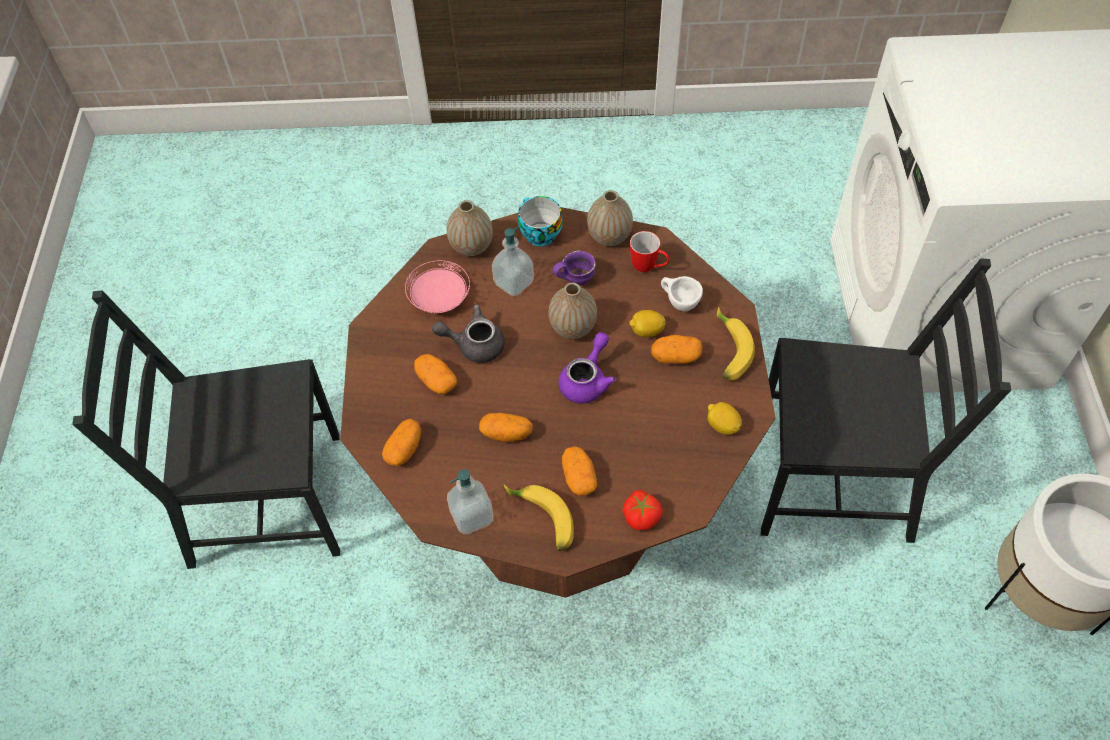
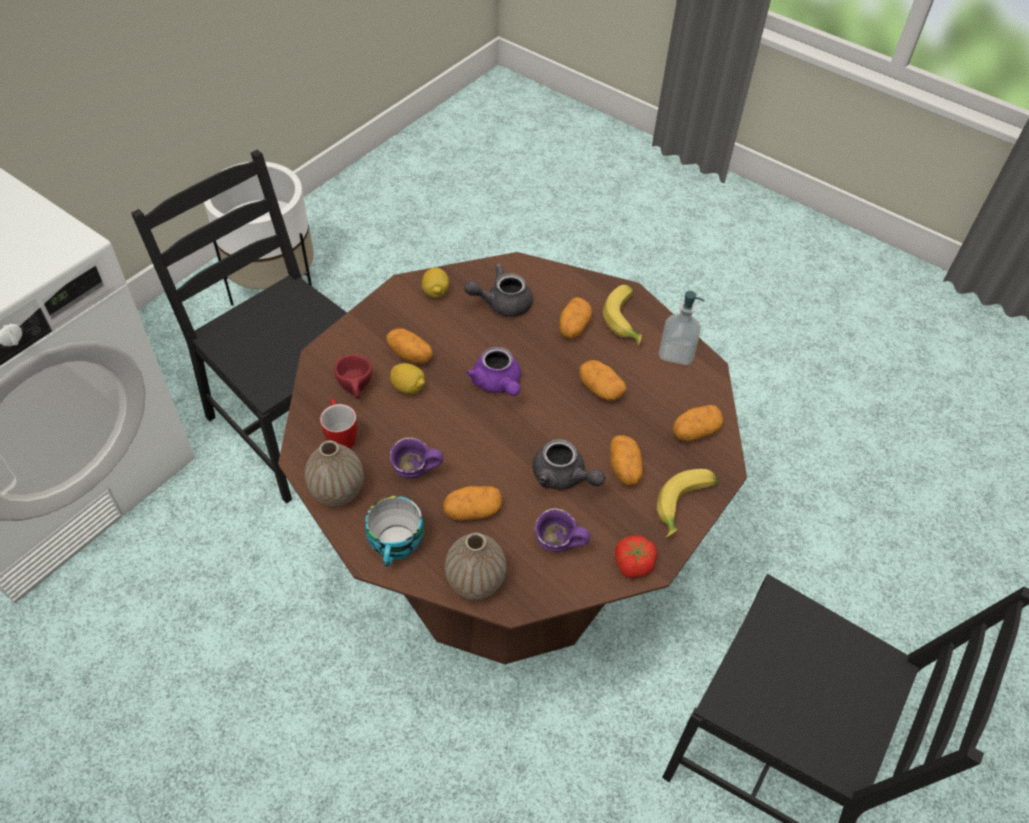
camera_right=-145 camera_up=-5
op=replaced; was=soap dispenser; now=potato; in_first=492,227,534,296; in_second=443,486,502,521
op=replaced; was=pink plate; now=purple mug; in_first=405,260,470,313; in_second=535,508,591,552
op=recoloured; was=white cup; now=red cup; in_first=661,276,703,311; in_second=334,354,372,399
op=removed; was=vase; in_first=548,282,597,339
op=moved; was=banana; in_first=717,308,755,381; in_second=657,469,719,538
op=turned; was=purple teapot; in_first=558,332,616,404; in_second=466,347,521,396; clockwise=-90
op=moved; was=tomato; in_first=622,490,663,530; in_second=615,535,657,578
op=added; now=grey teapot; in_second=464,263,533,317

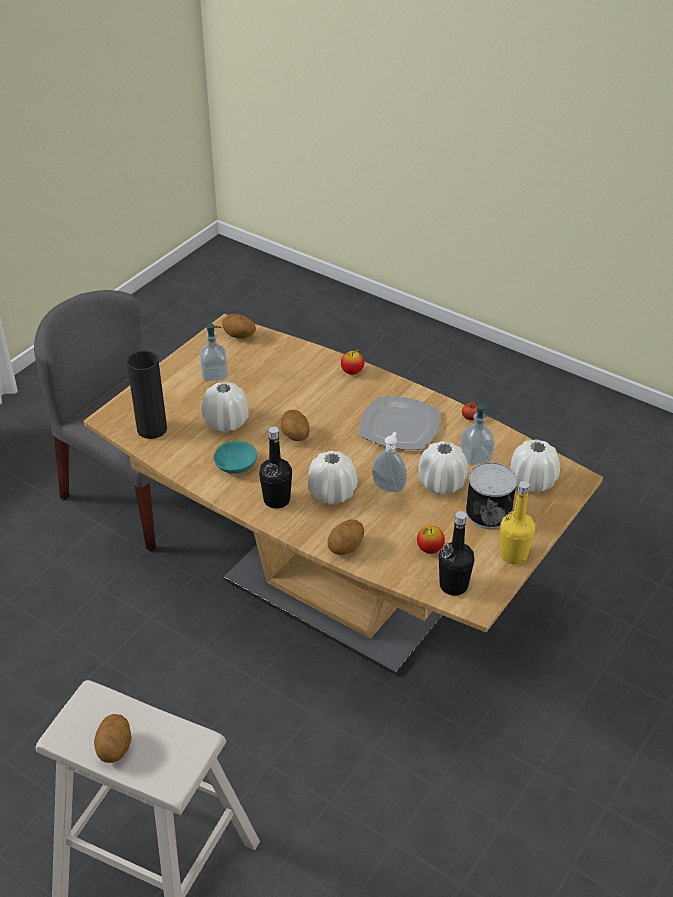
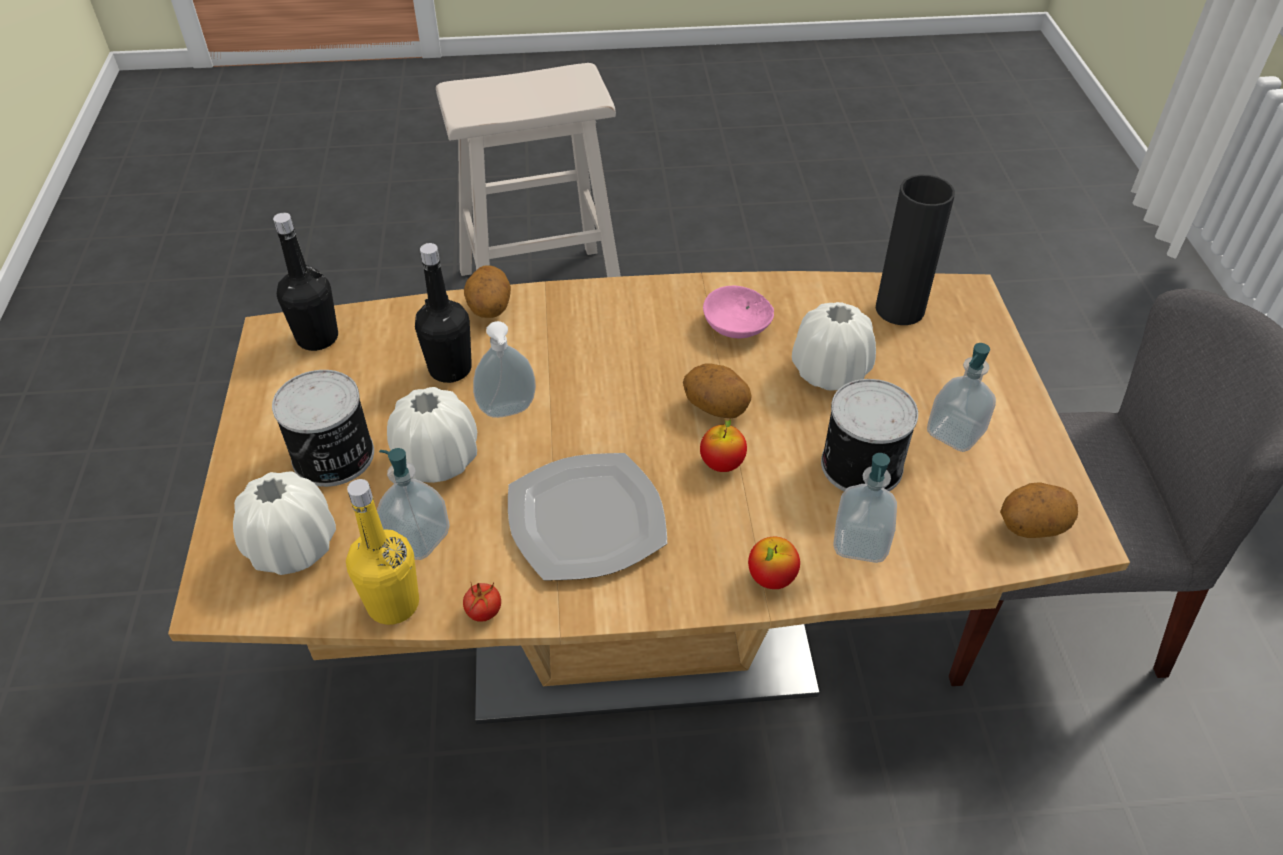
camera_right=140 camera_up=5
op=moved; was=black bottle; in_first=259,427,292,509; in_second=415,243,472,383
op=recoloured; was=turquoise bowl; now=pink bowl; in_first=214,441,257,474; in_second=703,286,774,338
op=removed; was=white vase; in_first=308,451,357,504
op=moved; was=yellow bottle; in_first=500,481,535,565; in_second=346,479,419,625
op=moved; was=apple; in_first=417,525,445,554; in_second=700,419,747,472
op=removed; was=potato; in_first=94,714,132,763
op=added; now=can; in_second=821,379,918,491
op=added; now=soap dispenser; in_second=833,453,897,563

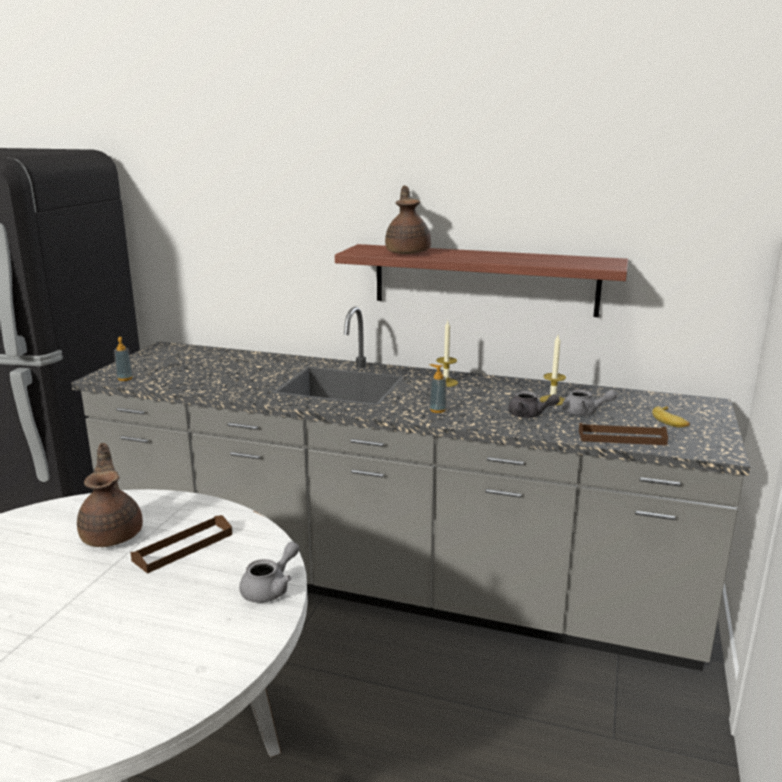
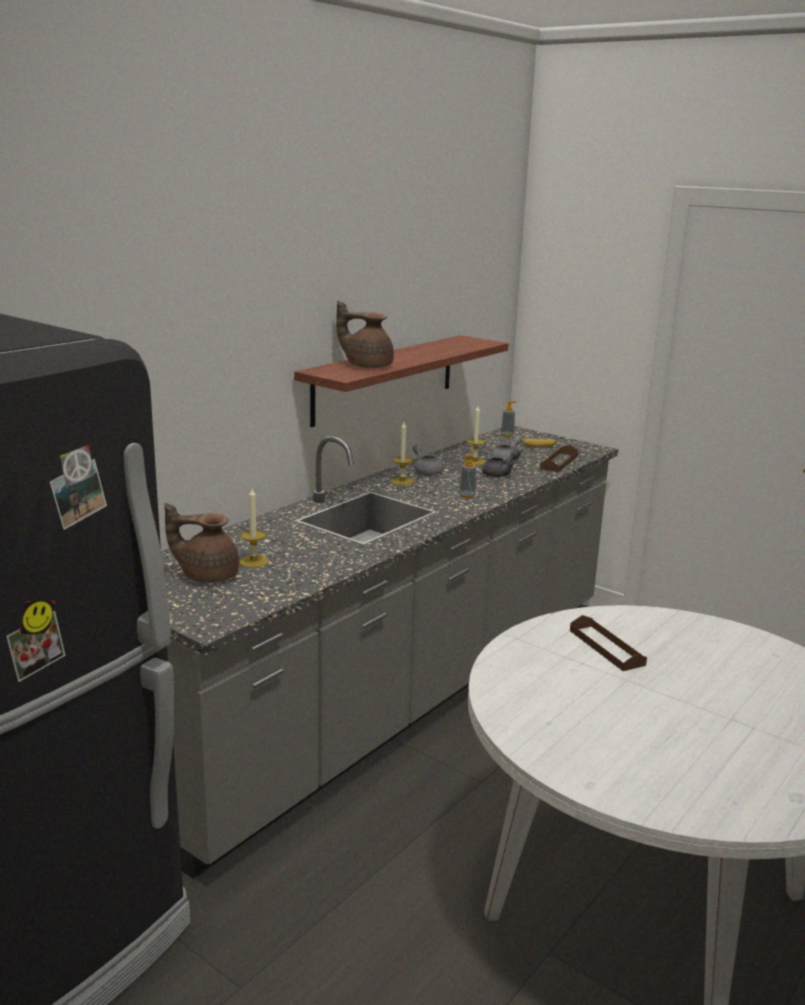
camera_right=-70 camera_up=0
op=moved; was=soap dispenser; in_first=114,337,133,381; in_second=501,401,517,437
op=moved; was=brown teapot; in_first=77,443,143,547; in_second=164,503,239,583
op=moved; was=grey teapot; in_first=239,542,300,603; in_second=413,444,445,475
op=added; now=candle; in_second=239,489,269,568

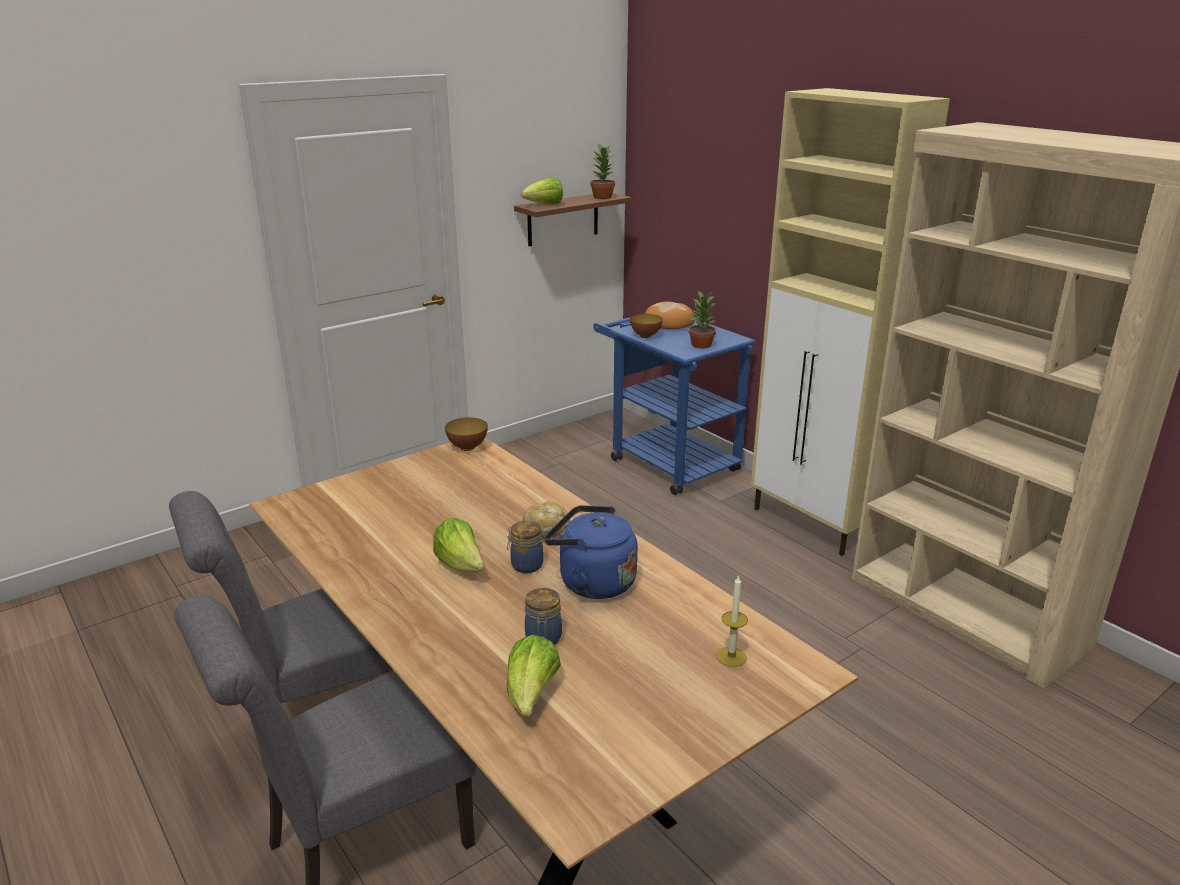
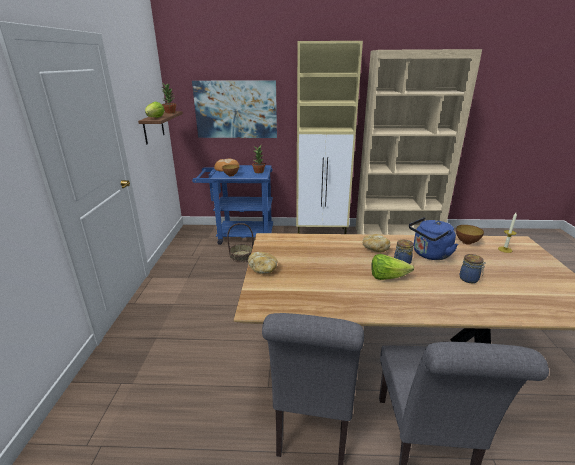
camera_right=-50 camera_up=0
op=moved; was=bowl; in_first=445,417,488,451; in_second=456,225,484,245
op=removed; was=lettuce; in_first=507,635,561,717
op=added; now=picture; in_second=192,80,277,138
op=added; now=basket; in_second=227,223,253,262
op=added; now=bread; in_second=248,252,277,274

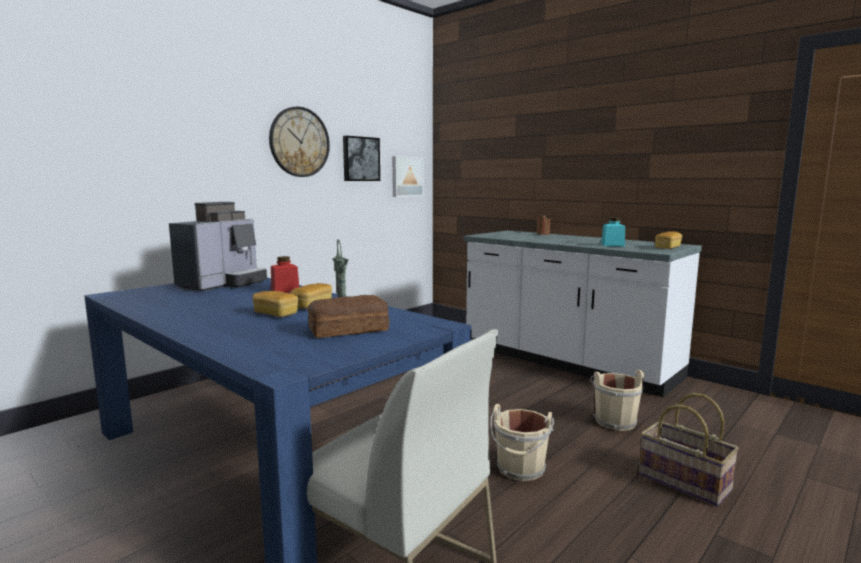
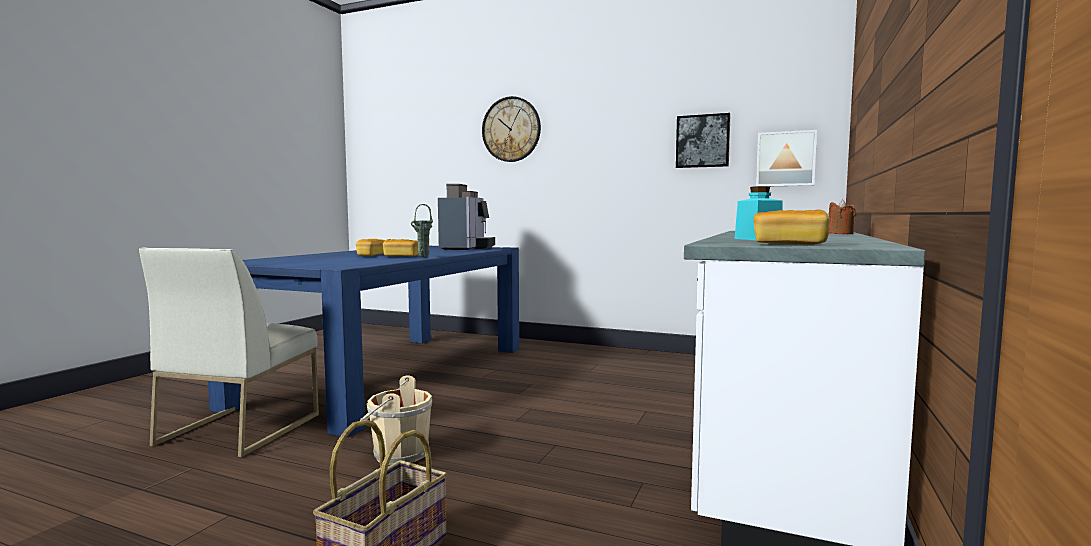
camera_right=70 camera_up=-5
op=moved; was=wall clock; in_first=269,107,330,177; in_second=482,96,541,162
op=turned; was=coffee machine; in_first=169,202,267,291; in_second=438,184,495,250; clockwise=-90
op=removed; was=red jar; in_first=271,256,299,293
op=removed; was=bread; in_first=307,295,389,338
op=removed; was=beige bucket; in_first=590,370,644,431

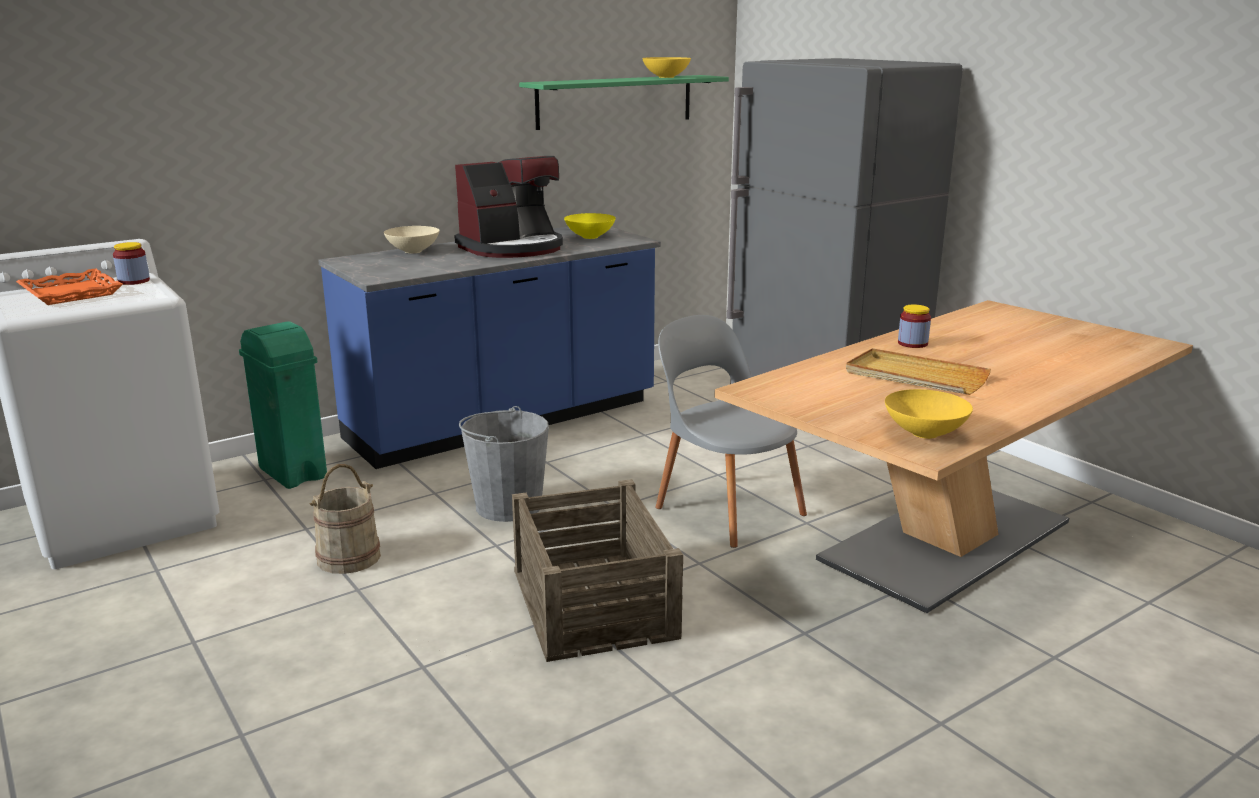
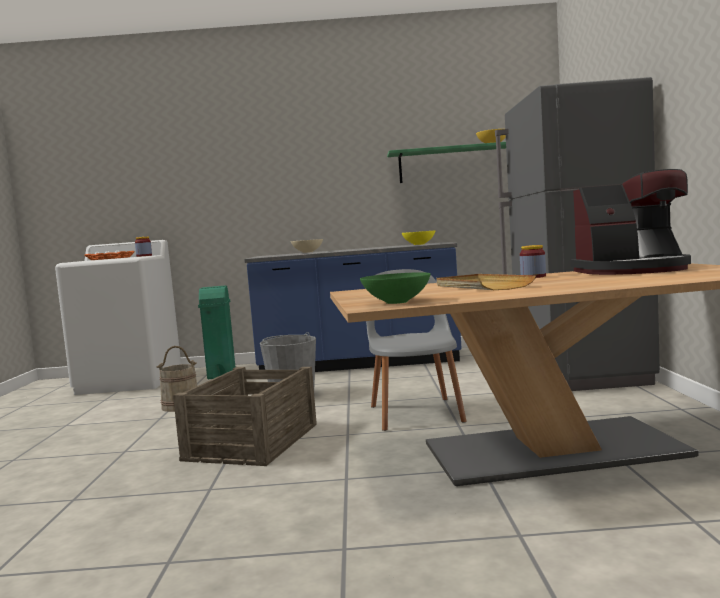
camera_right=35 camera_up=-15
op=moved; was=coffee machine; in_first=454,156,563,258; in_second=570,169,691,275
op=recoloured; was=yellow bowl; now=green bowl; in_first=885,389,973,439; in_second=360,272,431,304

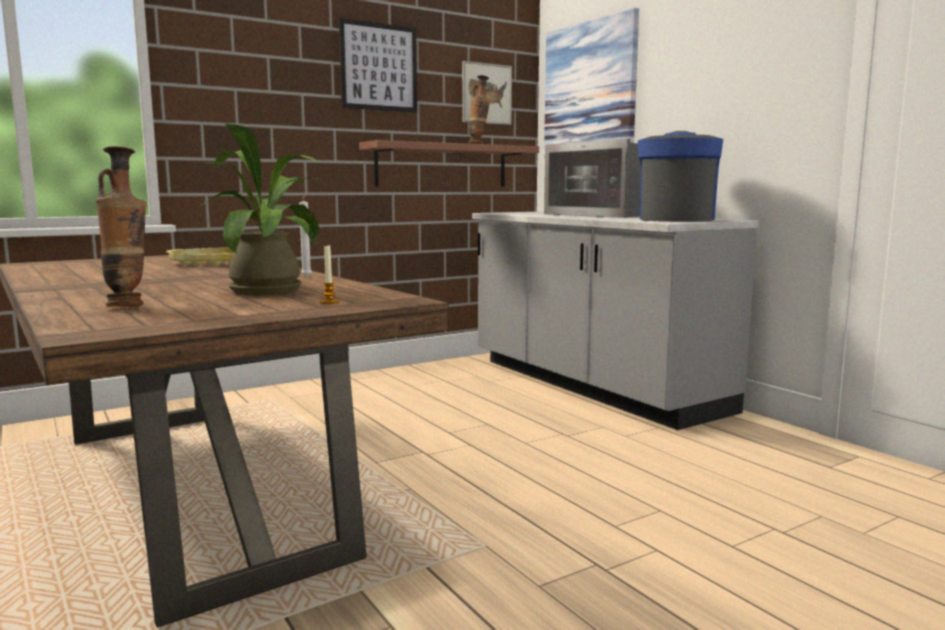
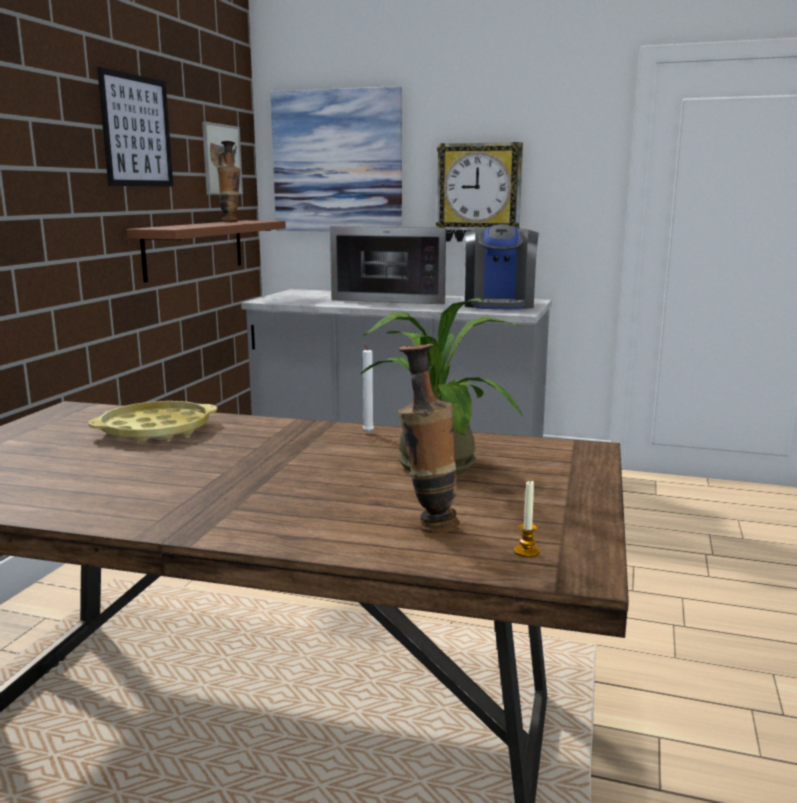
camera_right=-40 camera_up=5
op=turned; was=coffee machine; in_first=638,131,723,222; in_second=465,224,539,310; clockwise=-150
op=moved; was=candle; in_first=319,244,339,304; in_second=514,481,540,557
op=added; now=wall clock; in_second=436,142,523,242

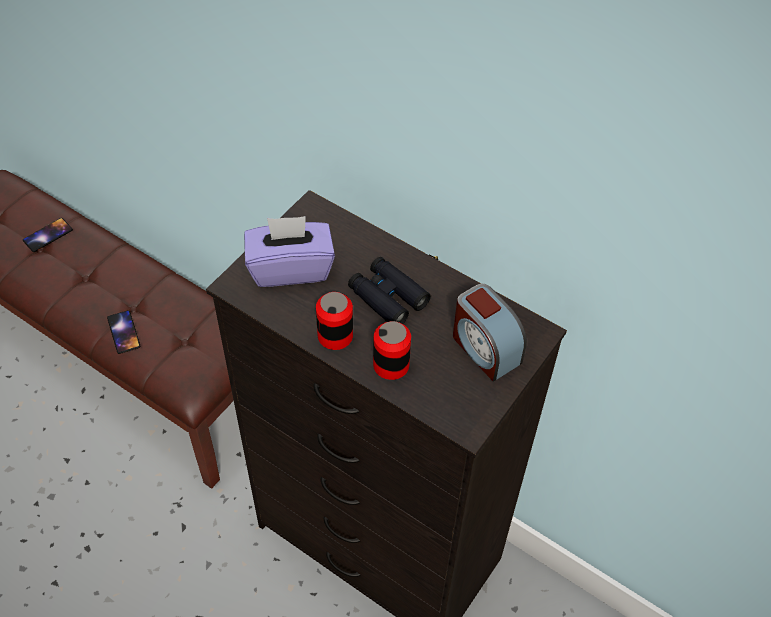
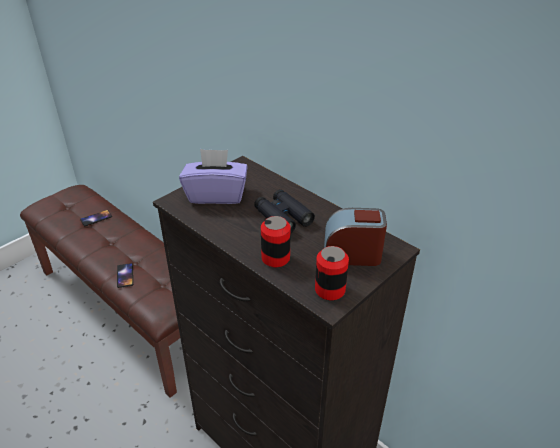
camera_right=10 camera_up=-15
op=turned; was=alarm clock; in_first=453,284,527,382; in_second=324,208,387,266; clockwise=120
op=moved; was=can; in_first=316,292,353,350; in_second=315,246,349,300

